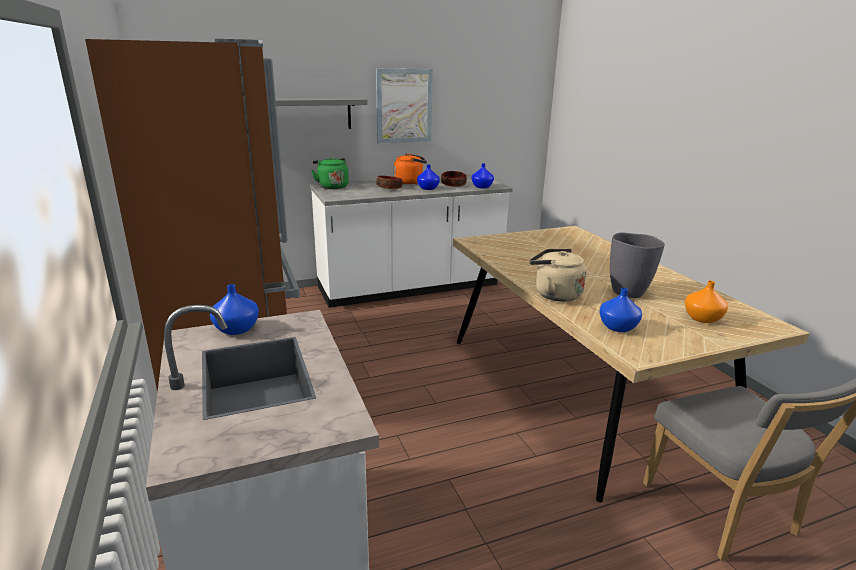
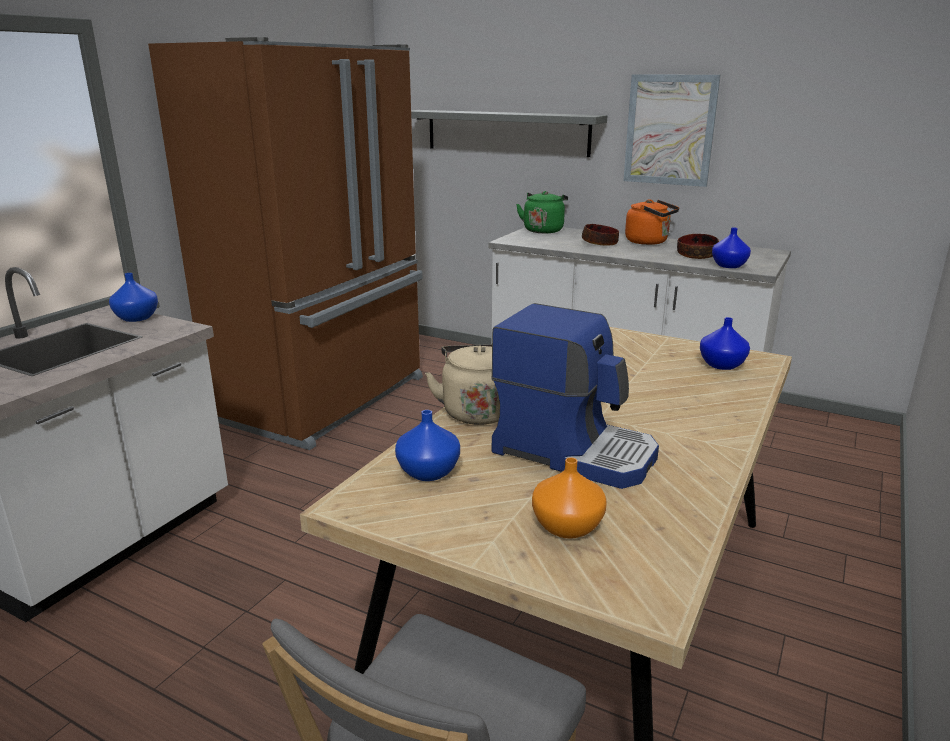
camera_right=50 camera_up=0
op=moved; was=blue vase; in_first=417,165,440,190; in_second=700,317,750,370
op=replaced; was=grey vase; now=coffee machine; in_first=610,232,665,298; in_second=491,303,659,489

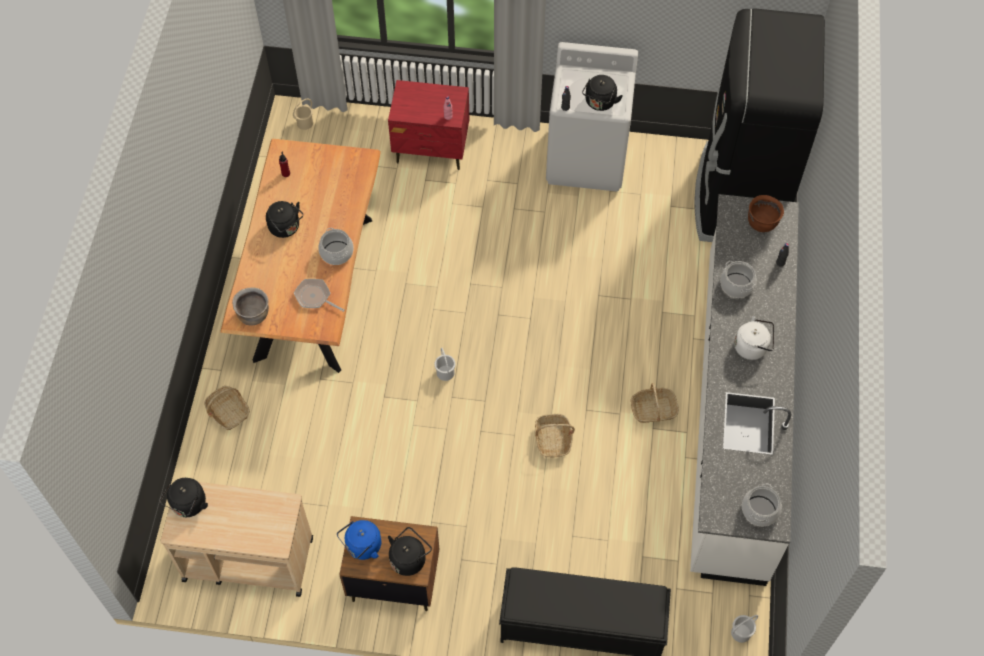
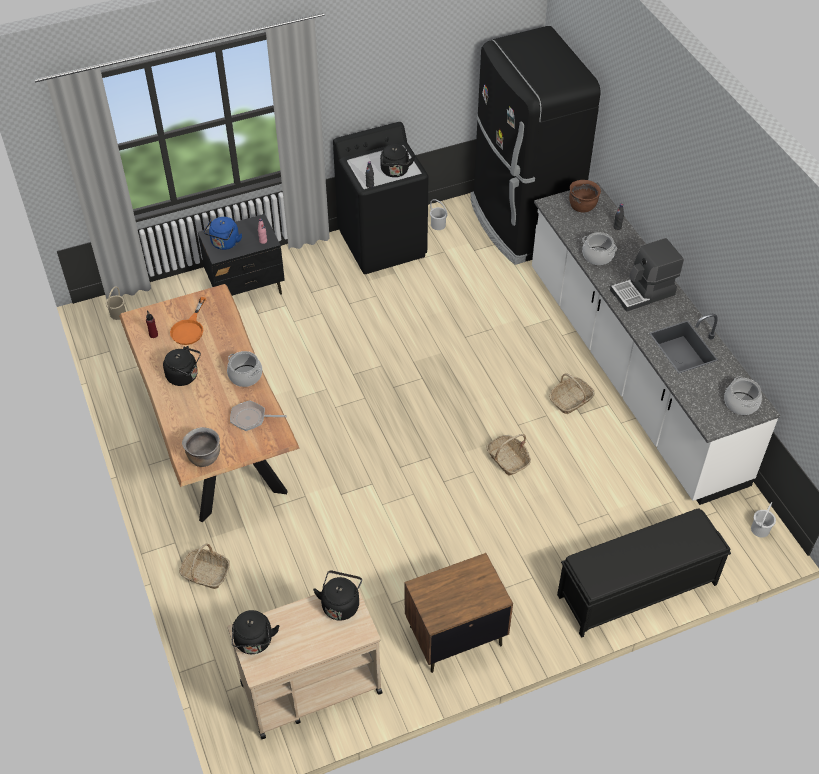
camera_right=-30 camera_up=-10
op=recoloured; was=white washing machine; now=black washing machine; in_first=546,42,638,191; in_second=333,122,429,274
op=recoloured; was=red nightstand; now=black nightstand; in_first=388,80,469,170; in_second=198,214,285,296
op=replaced; was=white kettle; now=coffee machine; in_first=734,316,774,360; in_second=610,238,684,312
op=moved; was=white bucket; in_first=434,348,456,381; in_second=430,199,447,230
op=moved; was=blue kettle; in_first=337,520,381,560; in_second=204,217,242,250
op=moved; was=black kettle; in_first=388,527,432,576; in_second=313,571,362,621
op=added; now=orange frying pan; in_second=170,297,206,345

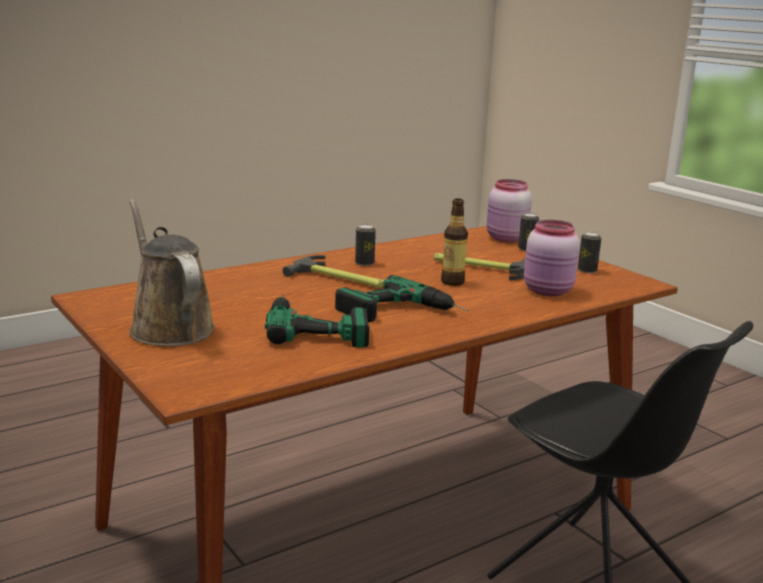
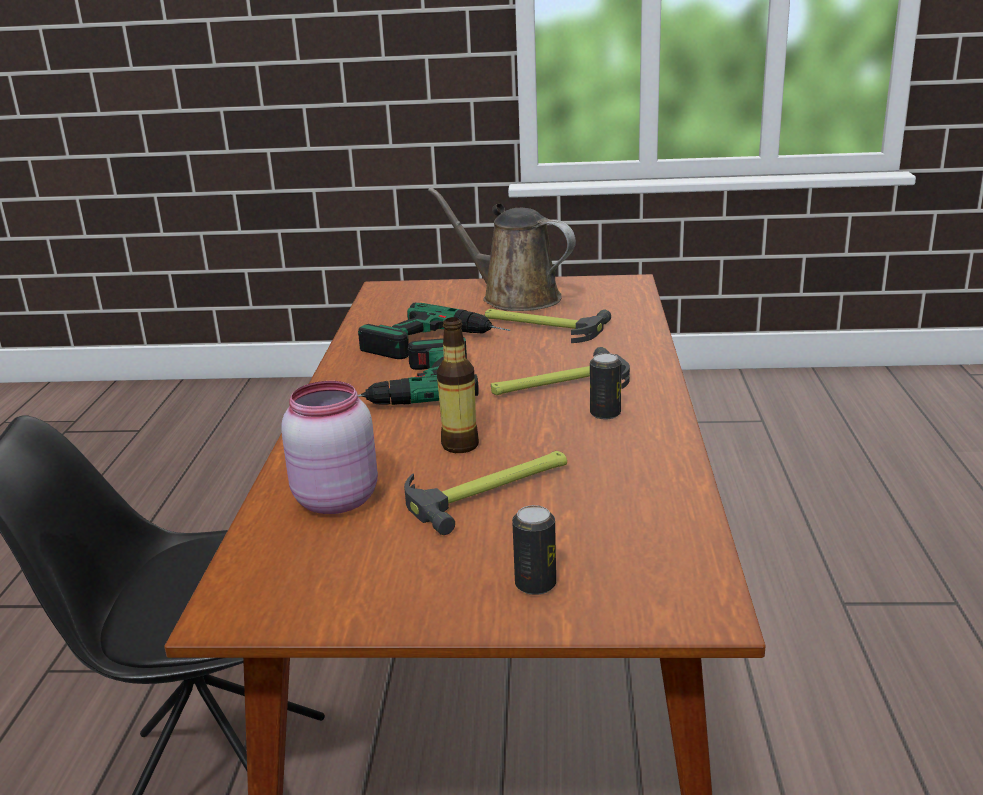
camera_right=130 camera_up=5
op=removed; was=pink jar; in_first=487,179,532,242
op=turned; was=brown watering can; in_first=129,199,215,346; in_second=428,187,576,311; clockwise=-150
op=removed; was=can; in_first=578,232,601,273
op=added; now=hammer; in_second=485,309,611,343

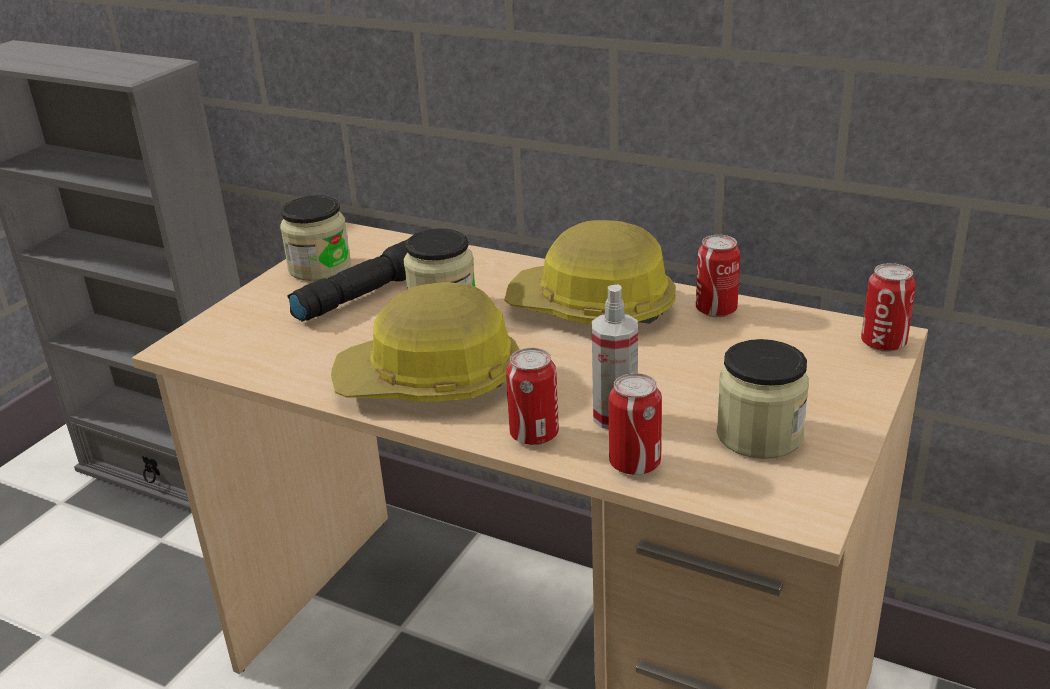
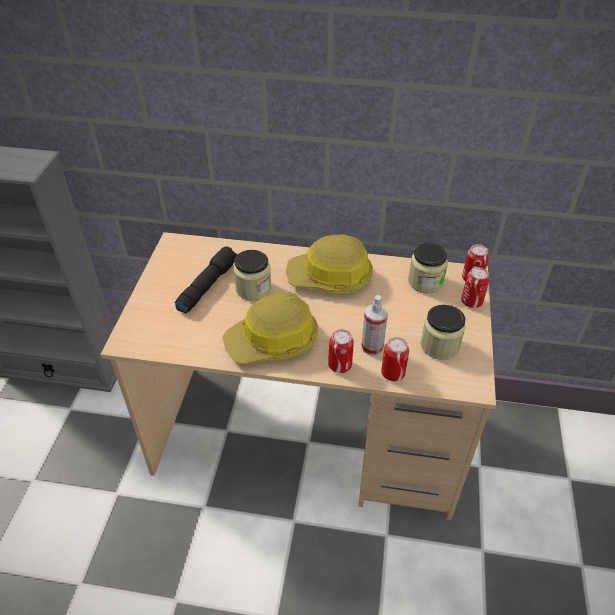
camera_right=-20 camera_up=15
op=moved; was=jar; in_first=280,195,351,281; in_second=408,243,448,293
op=moved; was=can; in_first=696,235,740,317; in_second=461,267,489,308

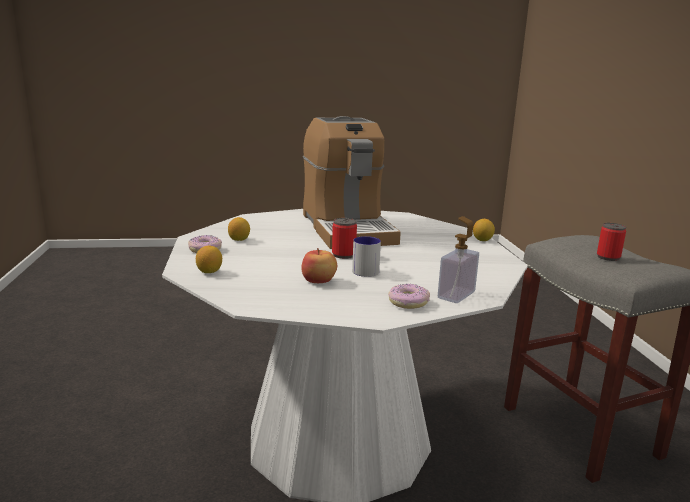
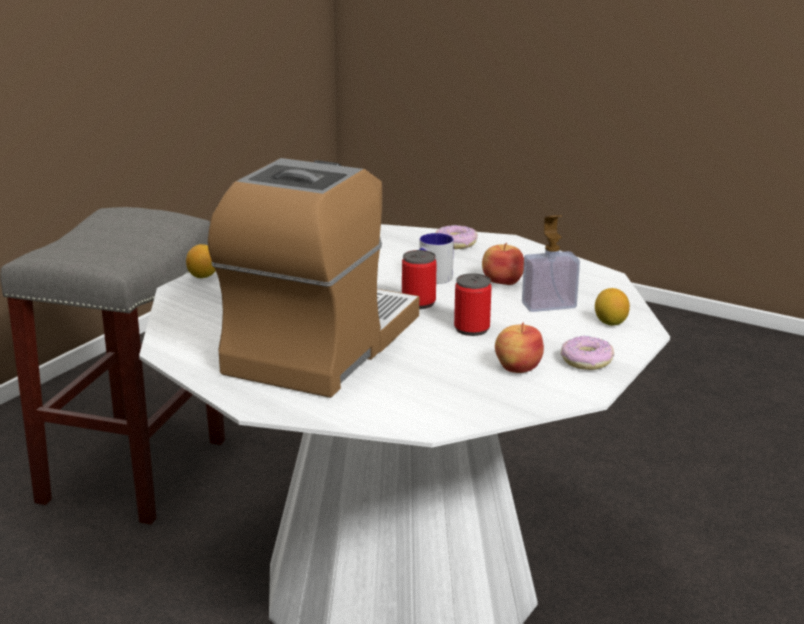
camera_right=-140 camera_up=5
op=moved; was=soap dispenser; in_first=438,216,479,303; in_second=522,215,580,312
op=replaced; was=lemon; now=apple; in_first=228,217,250,241; in_second=495,322,544,373
op=moved; was=can; in_first=597,223,626,261; in_second=454,273,491,336

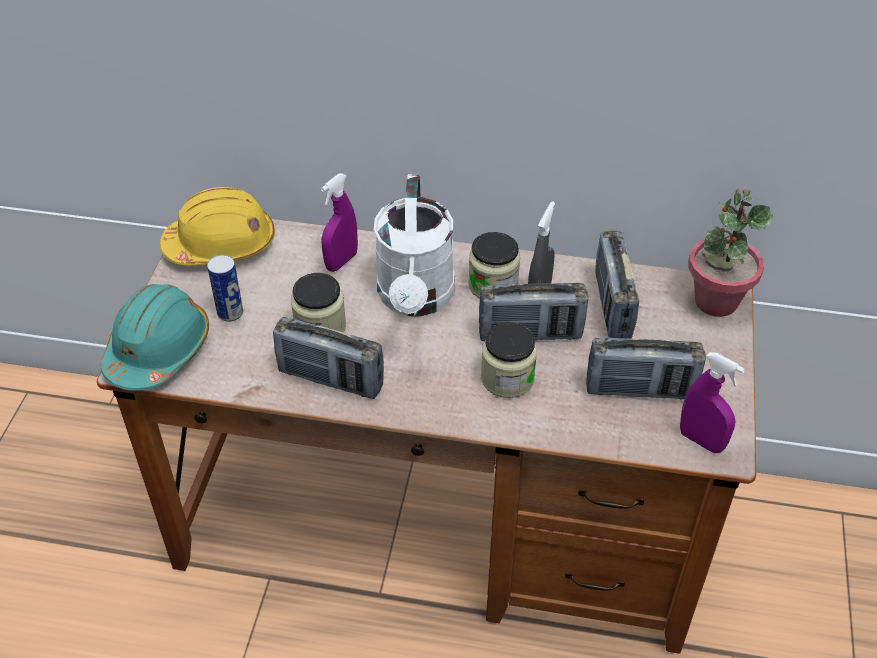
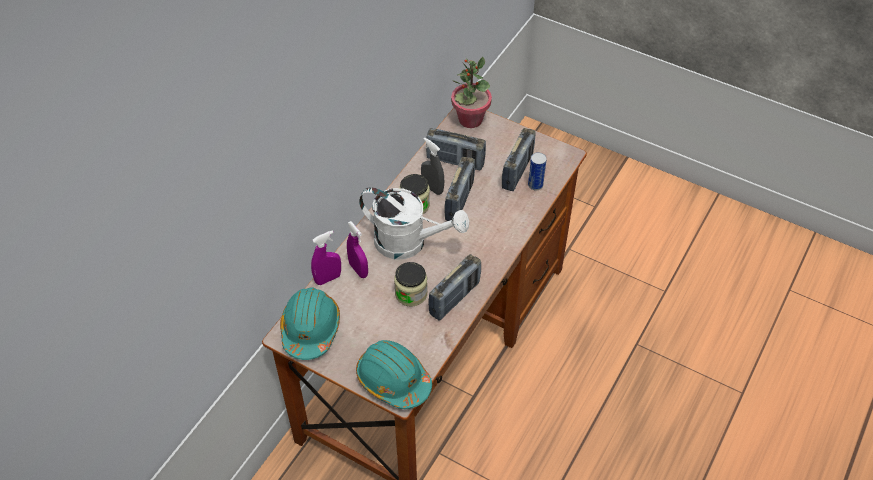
camera_right=-70 camera_up=5
op=recoloured; was=yellow hard hat; now=turquoise hard hat; in_first=160,187,275,265; in_second=280,287,340,360
op=moved; was=can; in_first=207,255,243,322; in_second=528,152,547,190
op=removed; was=jar; in_first=481,322,537,398
op=moved; was=purple spray bottle; in_first=680,352,745,453; in_second=311,230,341,285

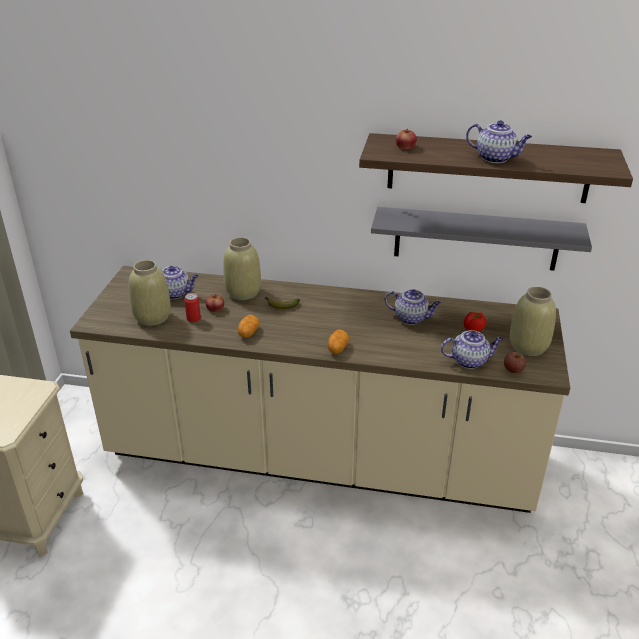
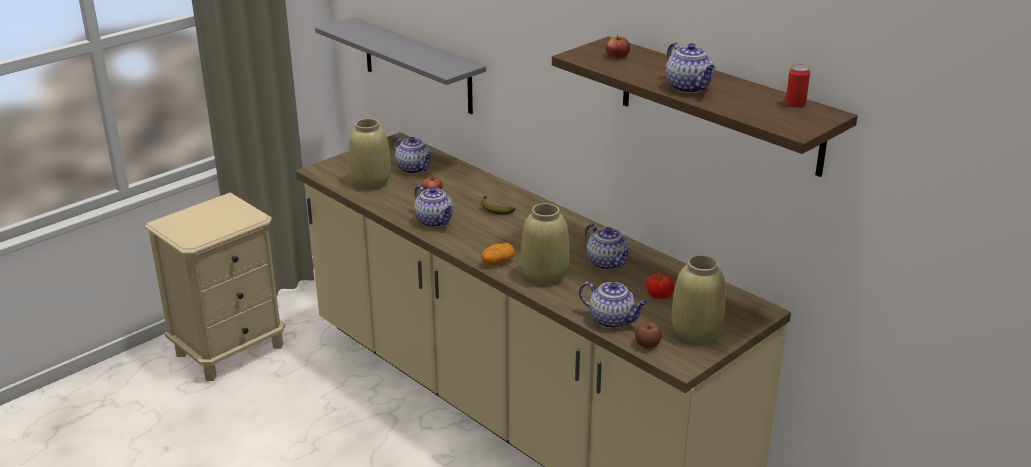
camera_right=35 camera_up=-5
op=moved; was=grey shelf; in_first=371,207,592,271; in_second=315,17,486,114
op=moved; was=beige vase; in_first=223,237,261,300; in_second=521,203,569,285
op=moved; was=can; in_first=184,293,201,322; in_second=785,64,810,107
op=replaced; was=potato; now=teapot; in_first=238,315,259,338; in_second=414,185,453,227

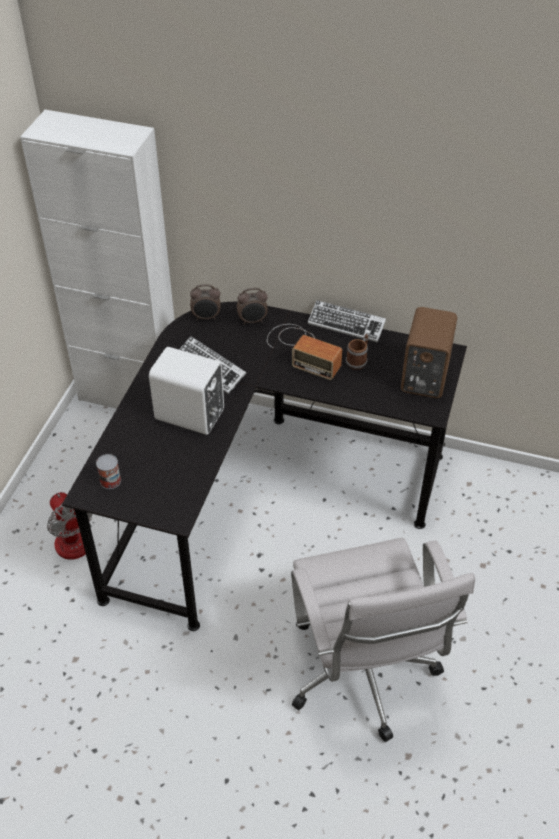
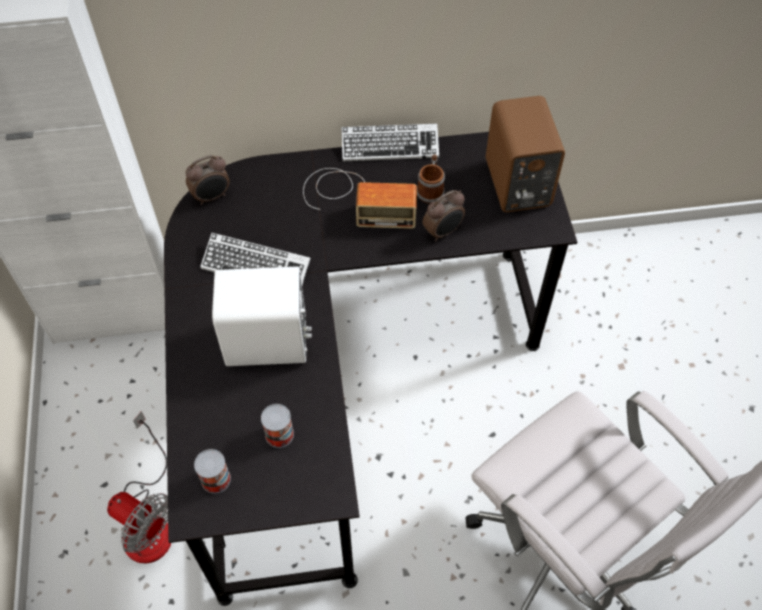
camera_right=-25 camera_up=10
op=moved; was=alarm clock; in_first=237,288,268,325; in_second=423,190,465,242
op=added; now=can; in_second=261,404,294,448

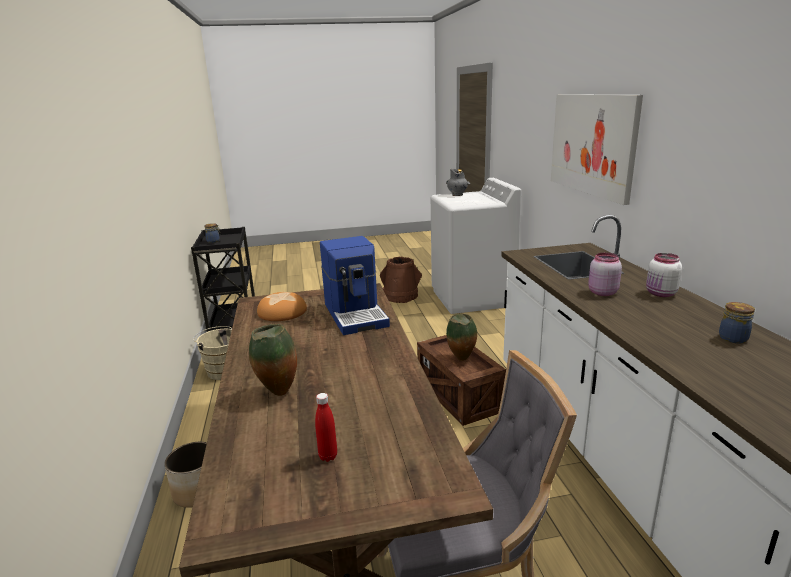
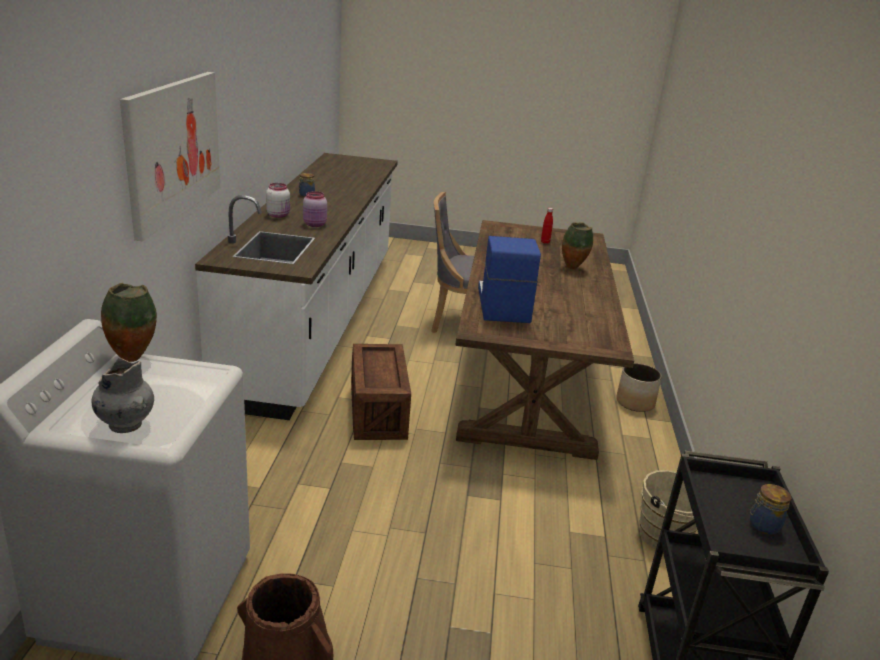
camera_right=-165 camera_up=5
op=removed; was=bread; in_first=257,292,307,321
op=moved; was=vase; in_first=446,313,477,361; in_second=101,283,157,362

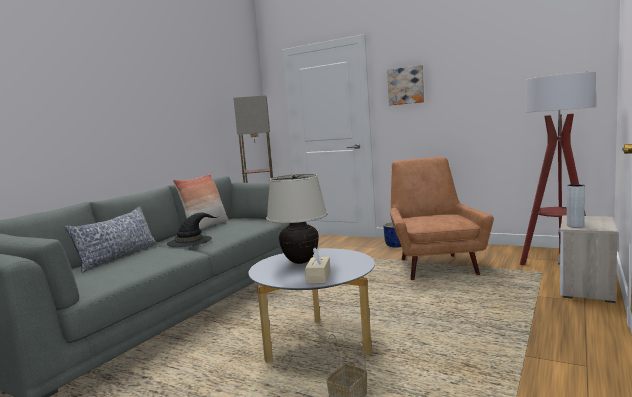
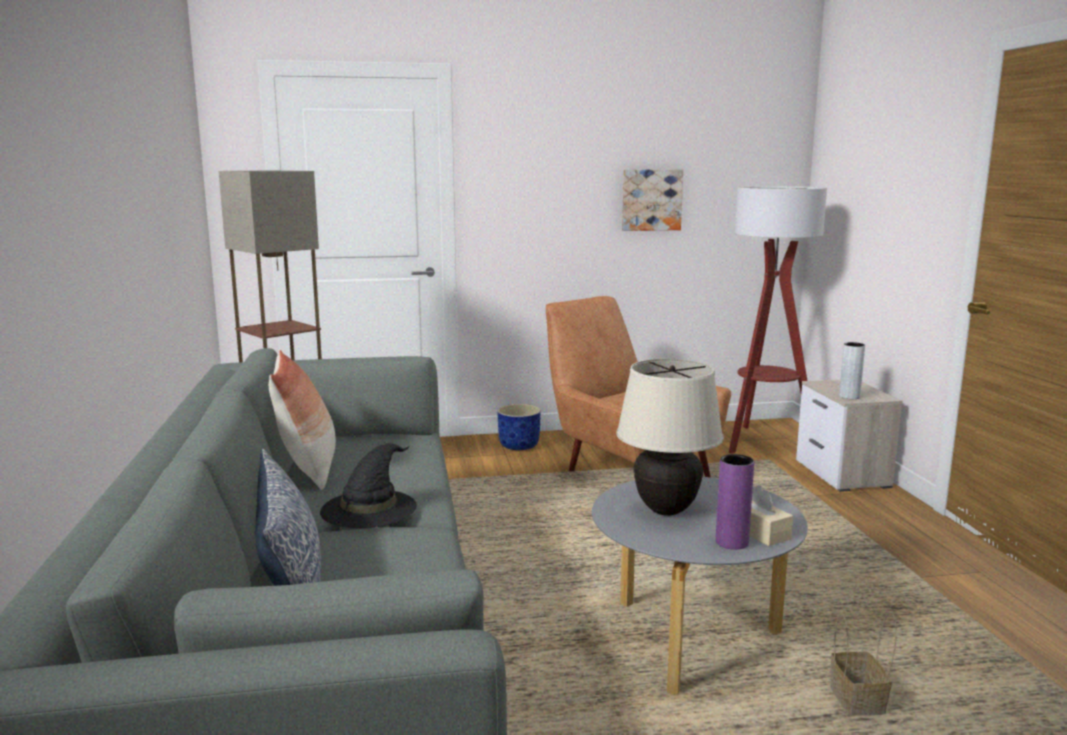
camera_right=-40 camera_up=5
op=moved; was=picture; in_first=387,65,424,106; in_second=622,169,683,231
op=added; now=purple vase; in_second=716,454,754,550

